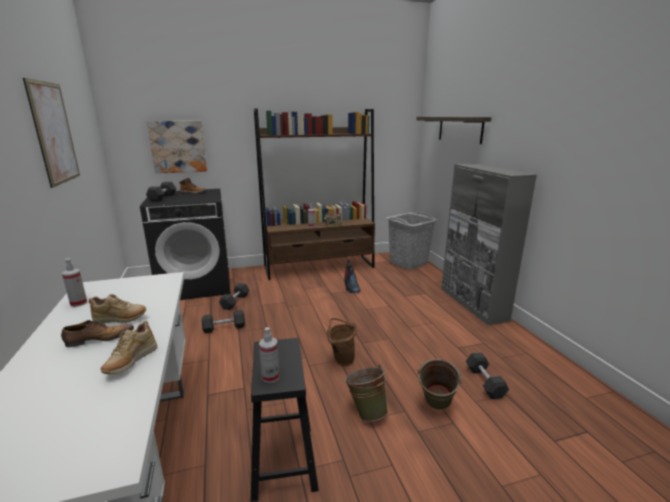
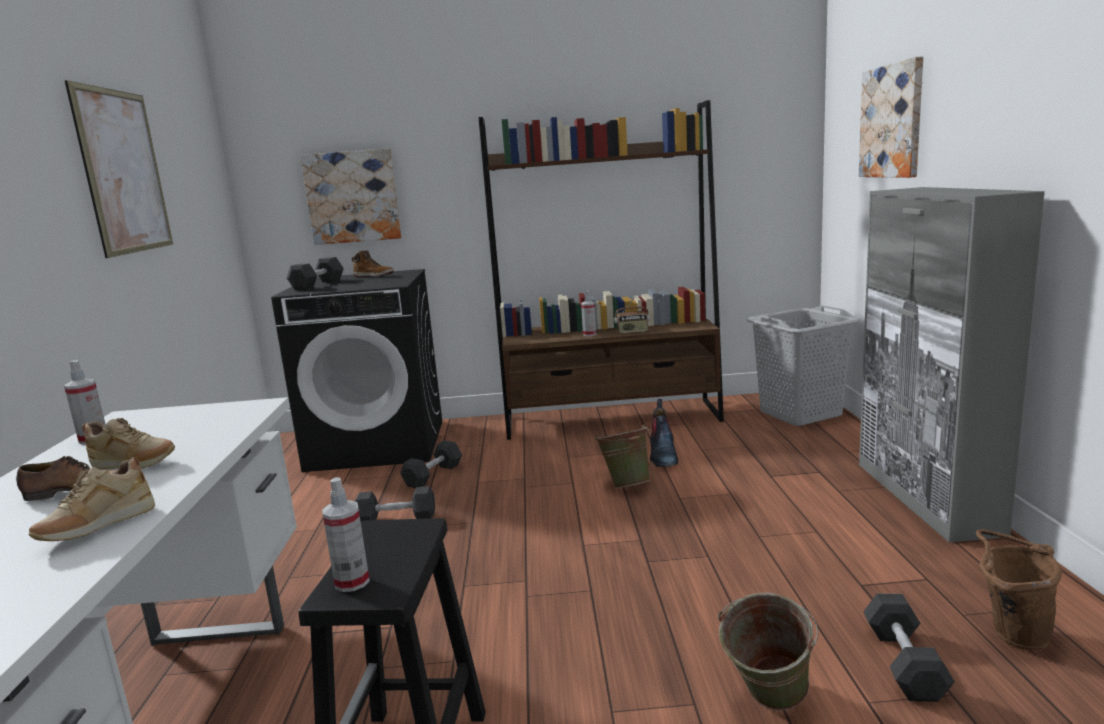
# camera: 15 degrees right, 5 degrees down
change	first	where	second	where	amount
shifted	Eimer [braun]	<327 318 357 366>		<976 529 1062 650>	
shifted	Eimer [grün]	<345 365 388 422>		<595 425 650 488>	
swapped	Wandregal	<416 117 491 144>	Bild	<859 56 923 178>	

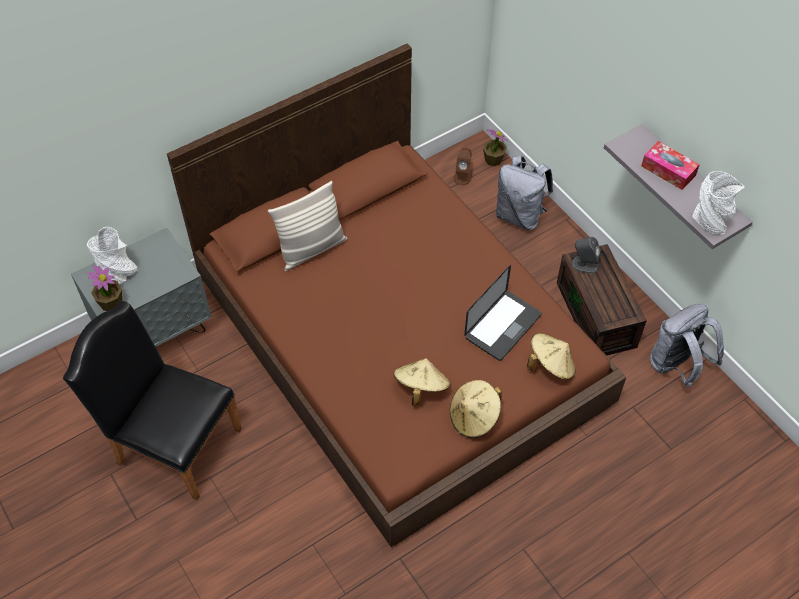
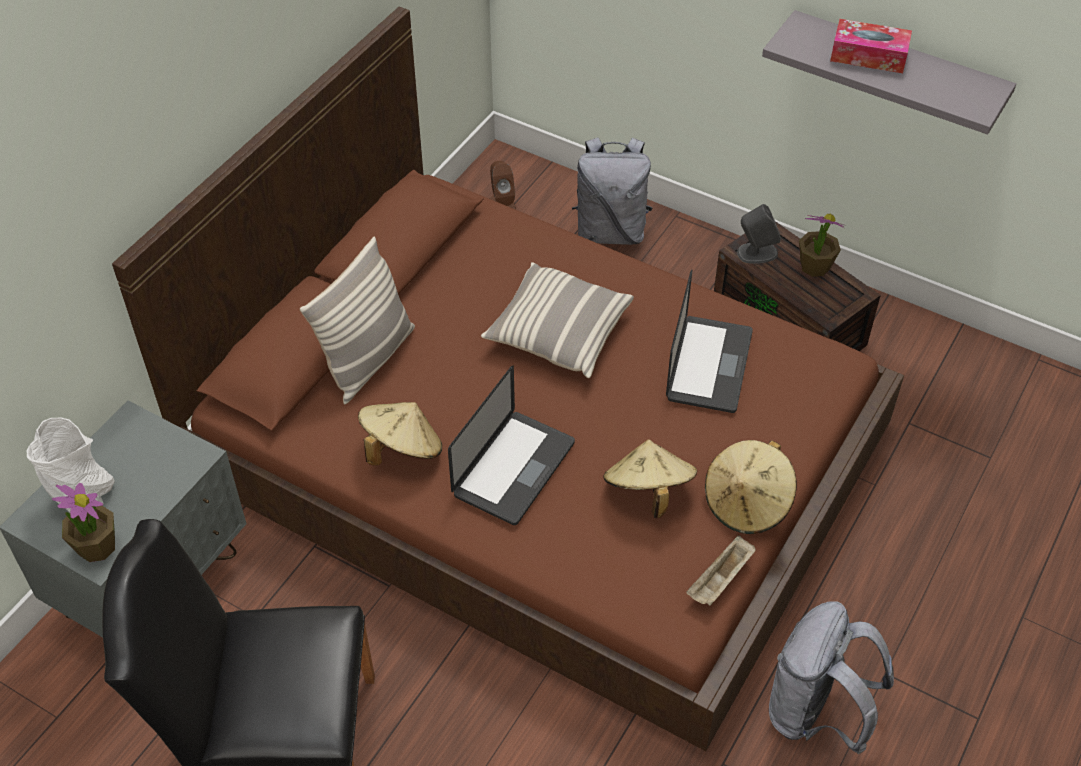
# camera: 25 degrees left, 5 degrees down
change	first	where	second	where	amount
gone	Vase [weiß]	<692 171 745 235>			
new			Laptop	<448 365 575 525>	
new			Kissen	<481 262 634 378>	
new			Tablett [beige]	<686 536 756 606>	
shifted	Topfpflanze	<483 129 507 167>		<799 214 846 277>	
shifted	Hut [beige]	<527 333 576 380>		<358 402 442 466>	
shifted	Rucksack [grau]	<650 304 724 387>		<769 601 894 754>	

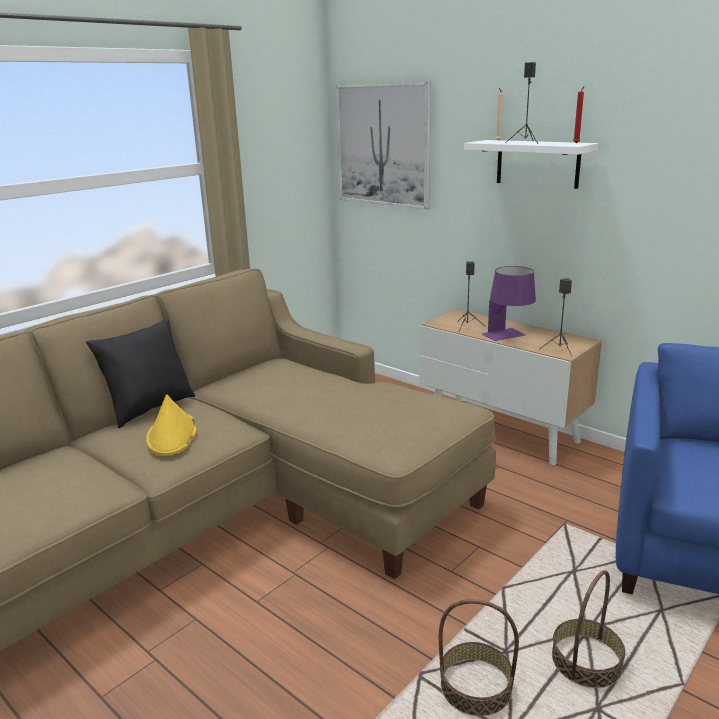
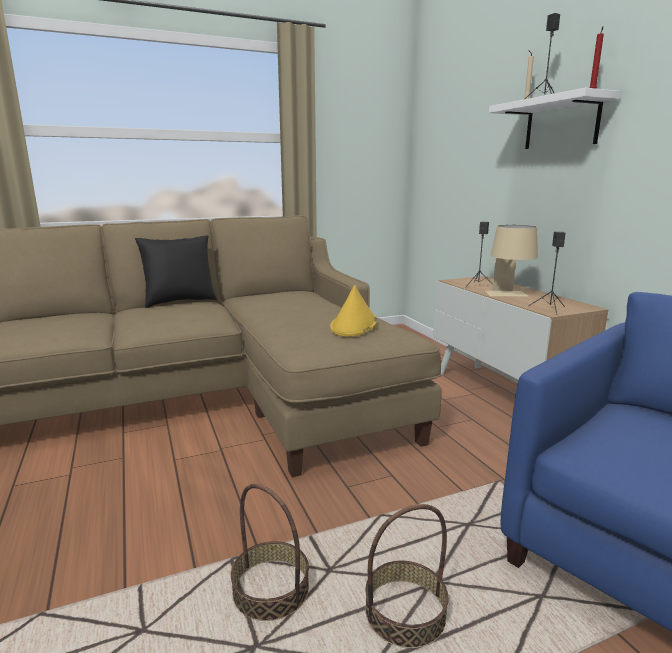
# camera: 25 degrees right, 5 degrees down
change	first	where	second	where	amount
gone	Bild	<336 82 431 209>			
shifted	Hut [gelb]	<146 394 197 456>		<330 285 377 337>	
repainted	Tischlampe [lila]	<481 266 536 341>	Tischlampe [beige]	<485 225 538 297>	

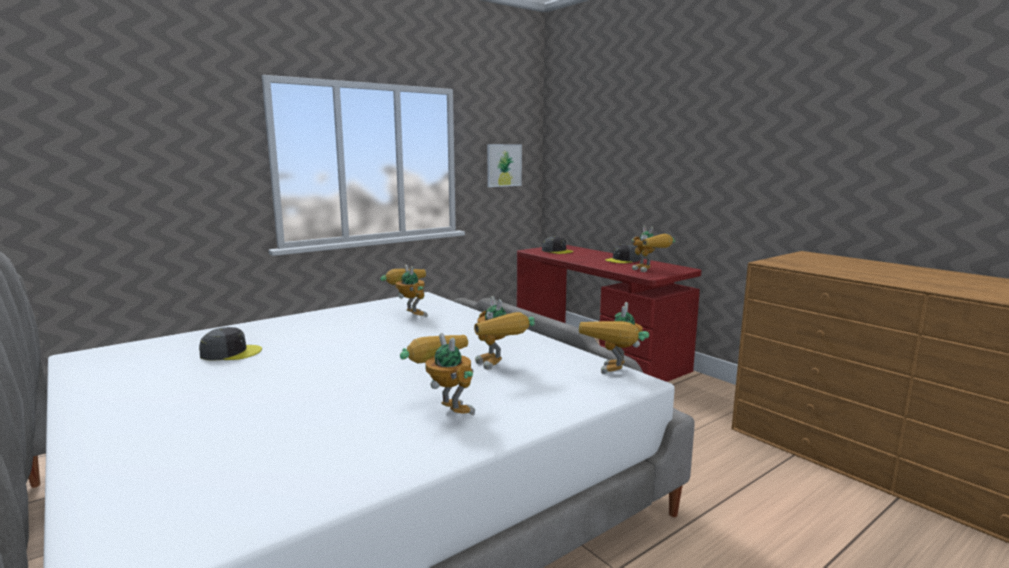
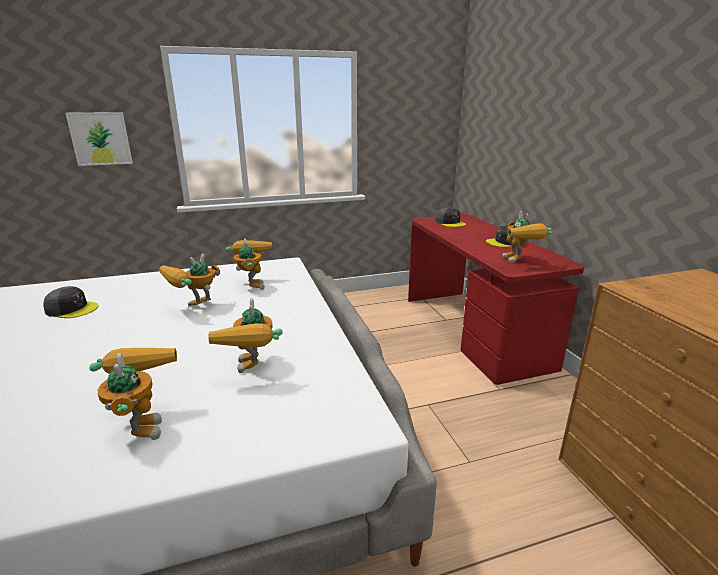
# camera: 20 degrees right, 10 degrees up
change	first	where	second	where	amount
shifted	Bild	<487 144 522 187>		<65 112 133 166>	
shifted	Spielzeugroboter	<579 302 649 374>		<159 254 220 307>	

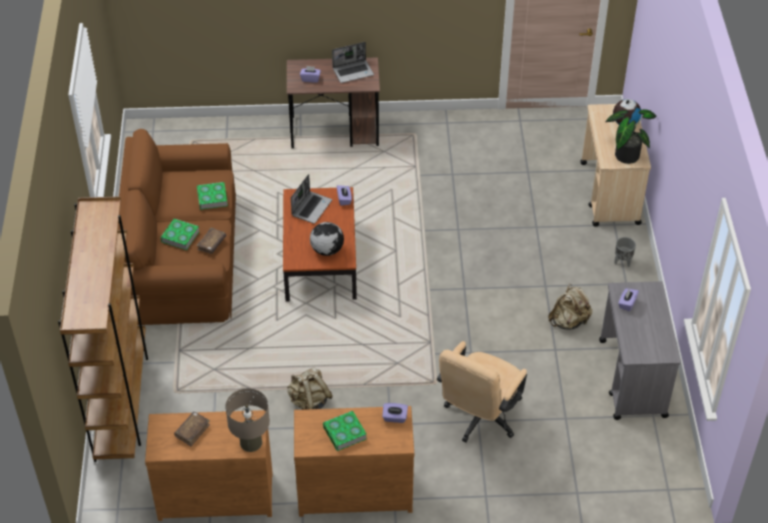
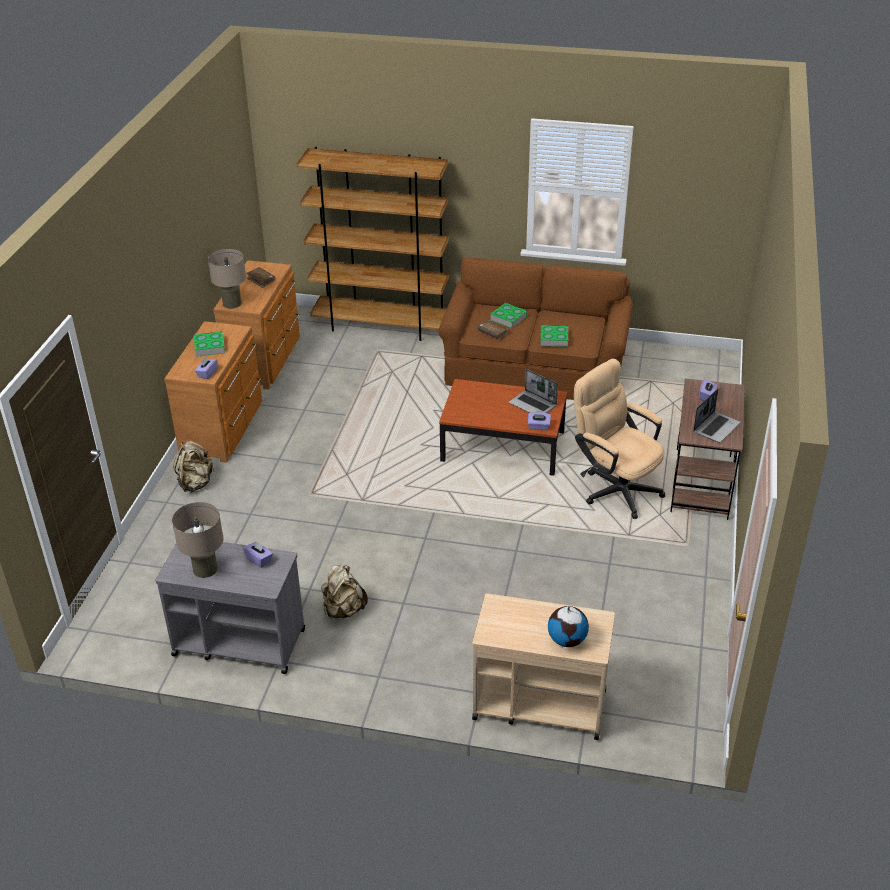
# camera: 105 degrees right, 10 degrees down
change	first	where	second	where	amount
gone	Globus	<310 222 344 256>			
gone	Topfpflanze	<605 109 656 164>			
gone	Pflanzkübel [grau]	<614 237 636 267>			
new			Tischlampe [beige]	<172 502 224 578>	
shifted	Rucksack [beige]	<287 367 333 410>		<173 441 214 493>	
shifted	Bürostuhl [beige]	<437 341 527 443>		<574 359 665 519>	
rotated	Laptop	<332 42 374 83>		<693 389 741 443>	135 degrees counterclockwise

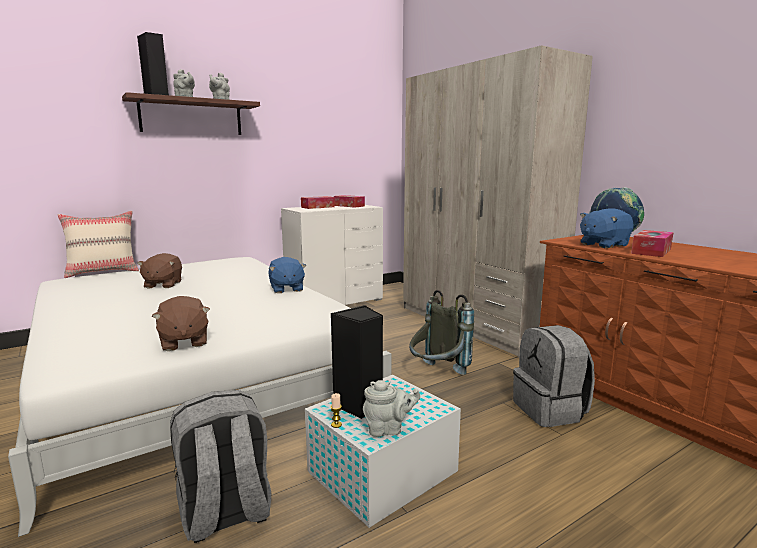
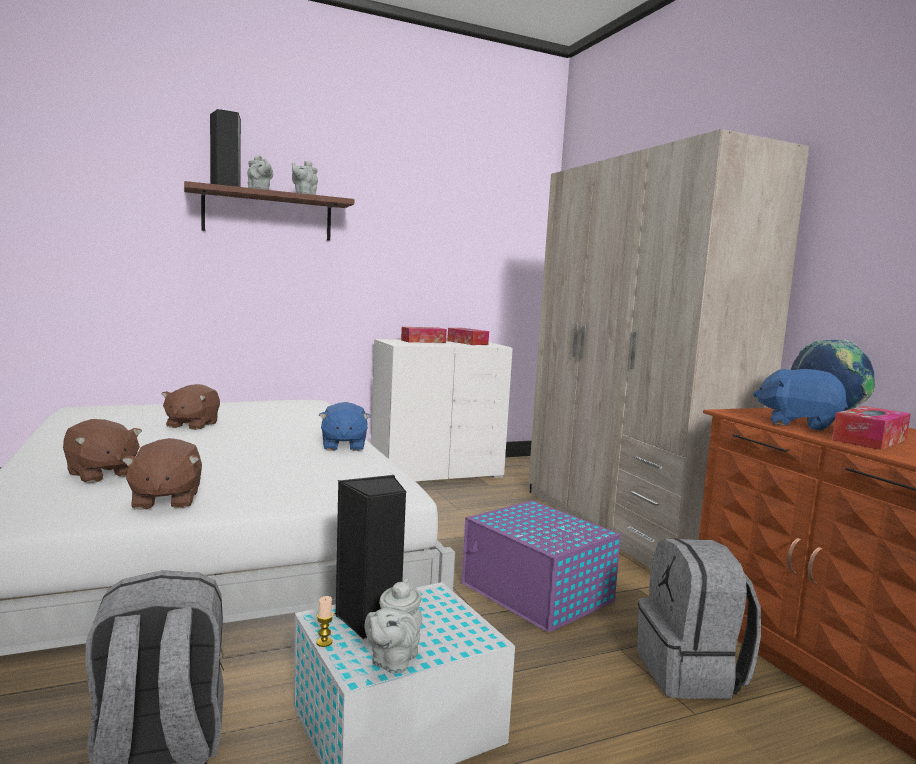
# camera: 10 degrees right, 5 degrees down
change	first	where	second	where	amount
gone	Kissen [beige]	<58 211 139 278>			
new			Plüschtier [braun]	<63 419 142 483>	
swapped	Rucksack [grau]	<409 290 474 375>	Aufbewahrungsbox [lila]	<462 500 621 632>	
rotated	Teekanne [grau]	<363 380 420 437>		<365 578 422 674>	105 degrees clockwise
rotated	Plüschtier [blau]	<580 208 634 248>		<753 369 848 430>	45 degrees clockwise

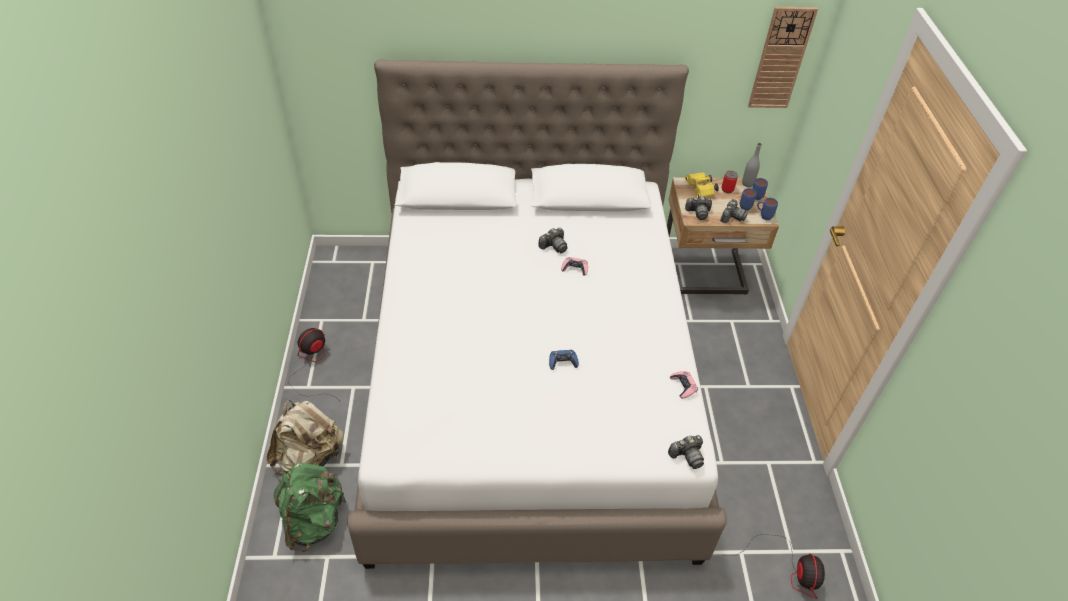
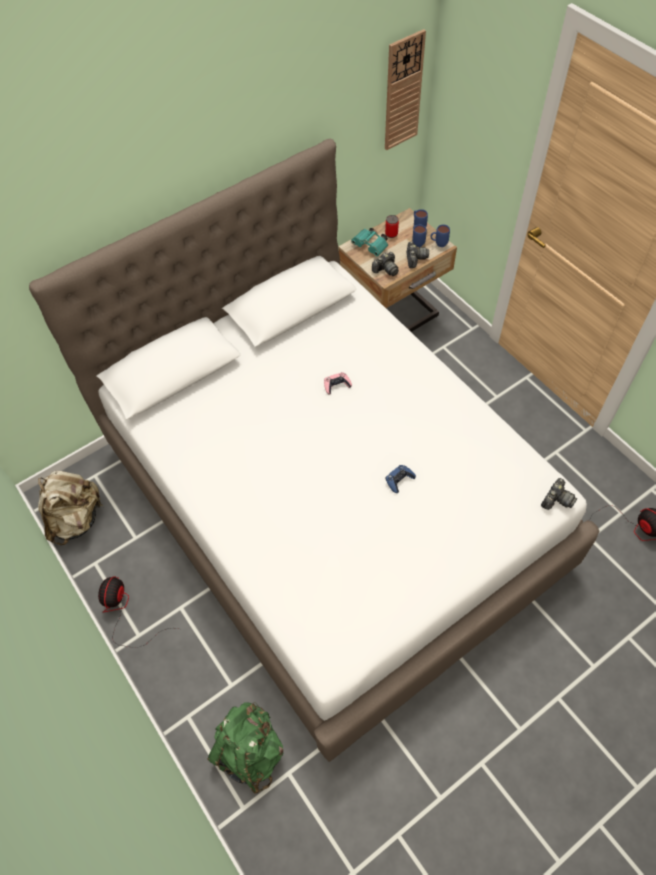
# camera: 30 degrees left, 10 degrees up
change	first	where	second	where	amount
gone	Kamera	<538 228 567 253>			
gone	Gamepad [rosa]	<670 371 698 399>			
gone	Flasche [grau]	<742 143 761 187>			
shifted	Rucksack [beige]	<267 400 344 475>		<38 471 104 545>	
repainted	Fernglas [gelb]	<685 172 719 198>	Fernglas [türkis]	<351 228 388 256>	

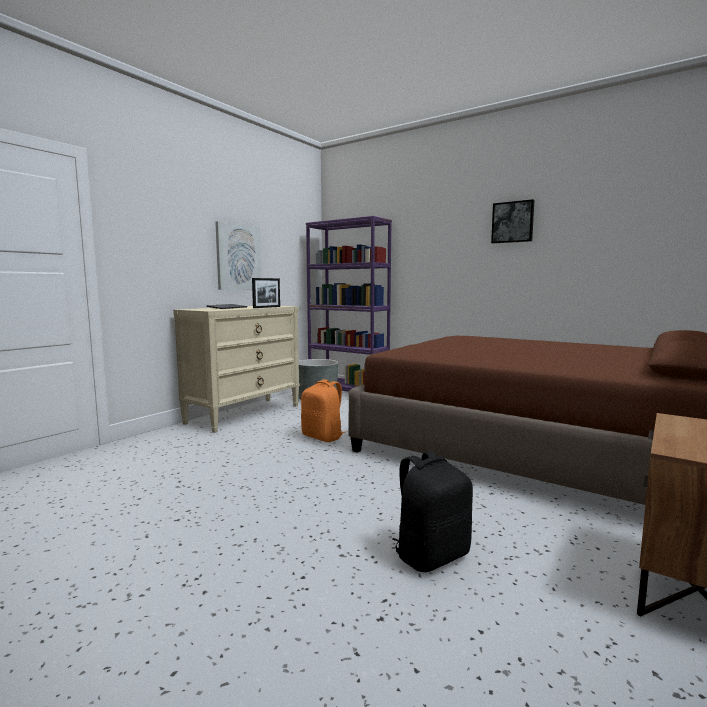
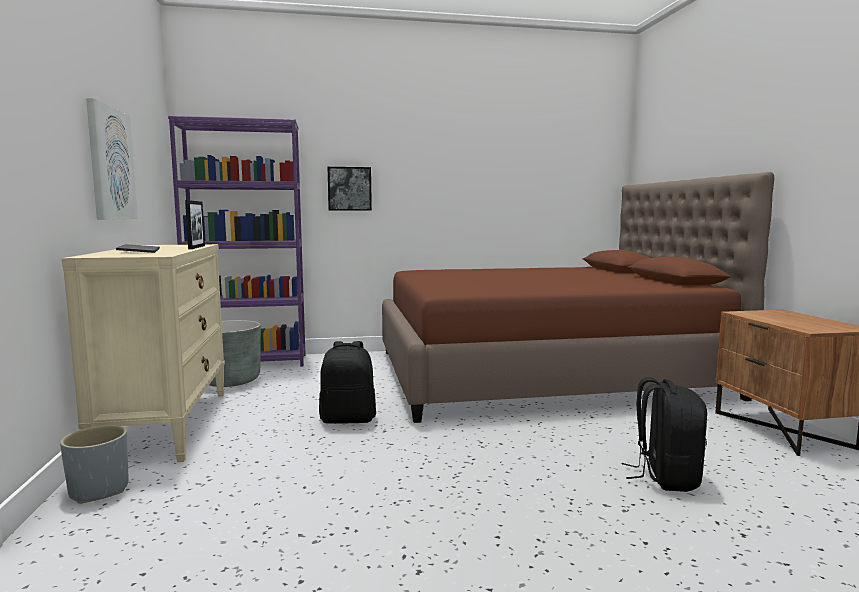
# camera: 45 degrees left, 0 degrees up
change	first	where	second	where	amount
new			Pflanzkübel [grau]	<60 425 129 504>	
shifted	Bild	<491 199 535 243>		<327 167 372 211>	
repainted	Rucksack [orange]	<301 379 344 442>	Rucksack [schwarz]	<319 341 376 424>	

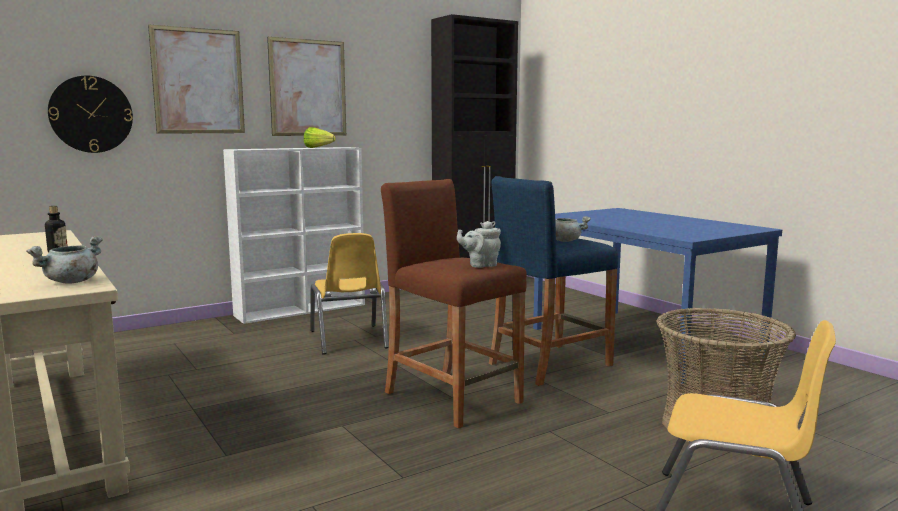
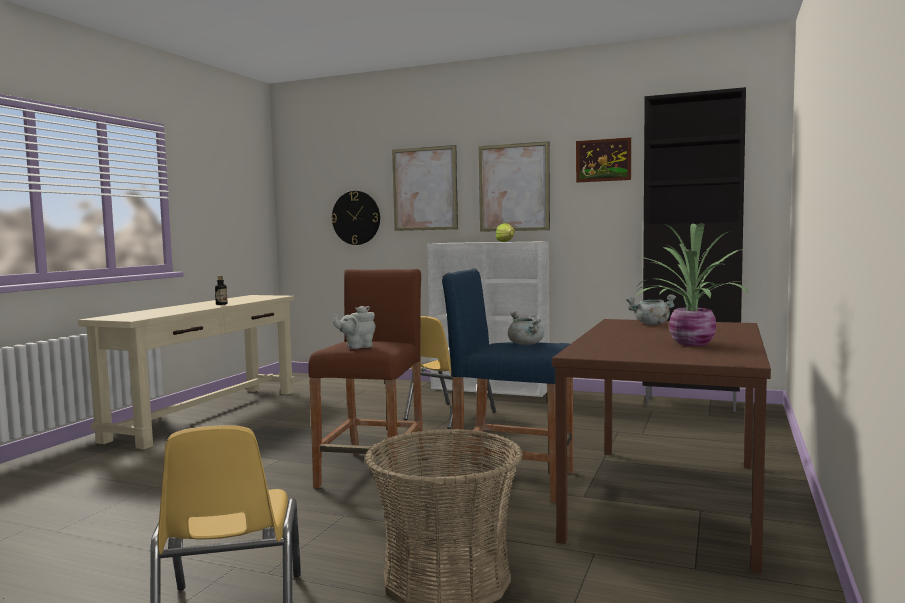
# camera: 55 degrees right, 5 degrees down
change	first	where	second	where	amount
new			Bild	<576 137 631 182>	
new			Topfpflanze	<636 223 764 346>	
shifted	Kochtopf [grau]	<26 236 103 284>		<626 294 676 325>	
repainted	Esstisch [blau]	<533 208 782 384>	Esstisch [braun]	<552 319 771 574>	
rotated	Teekanne [grau]	<457 221 501 268>		<333 306 376 349>	60 degrees counterclockwise

